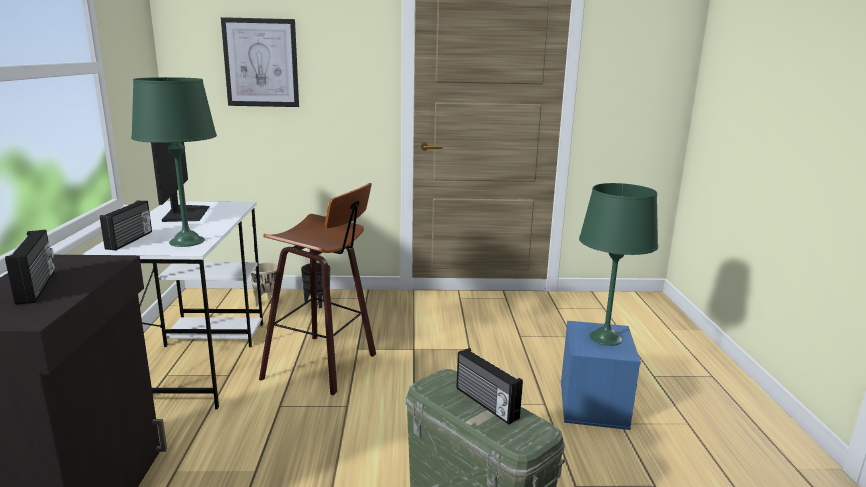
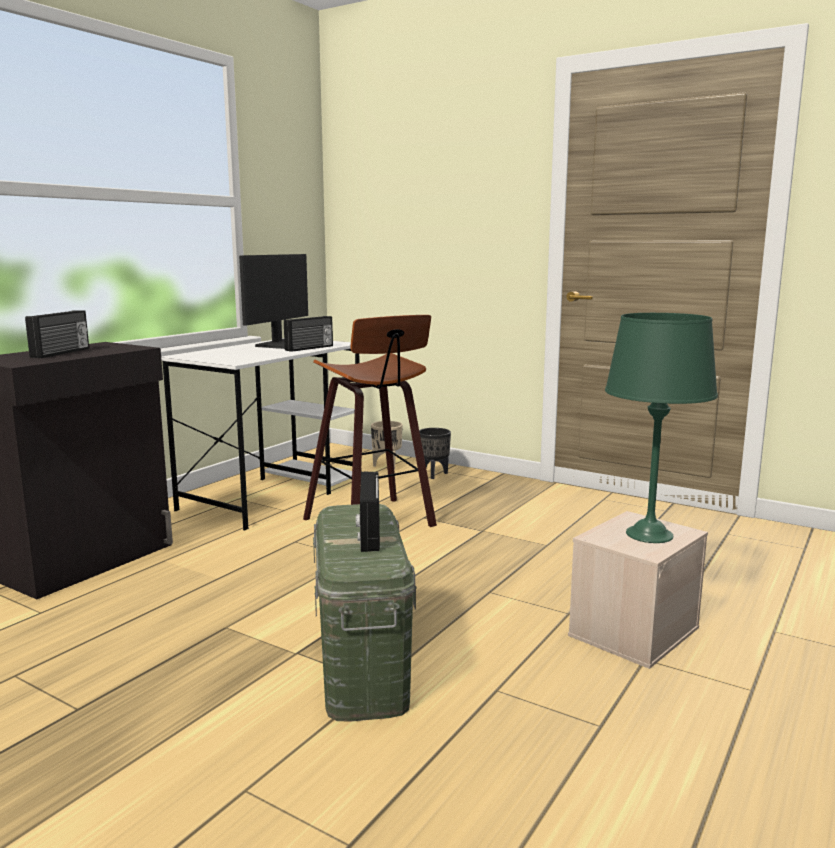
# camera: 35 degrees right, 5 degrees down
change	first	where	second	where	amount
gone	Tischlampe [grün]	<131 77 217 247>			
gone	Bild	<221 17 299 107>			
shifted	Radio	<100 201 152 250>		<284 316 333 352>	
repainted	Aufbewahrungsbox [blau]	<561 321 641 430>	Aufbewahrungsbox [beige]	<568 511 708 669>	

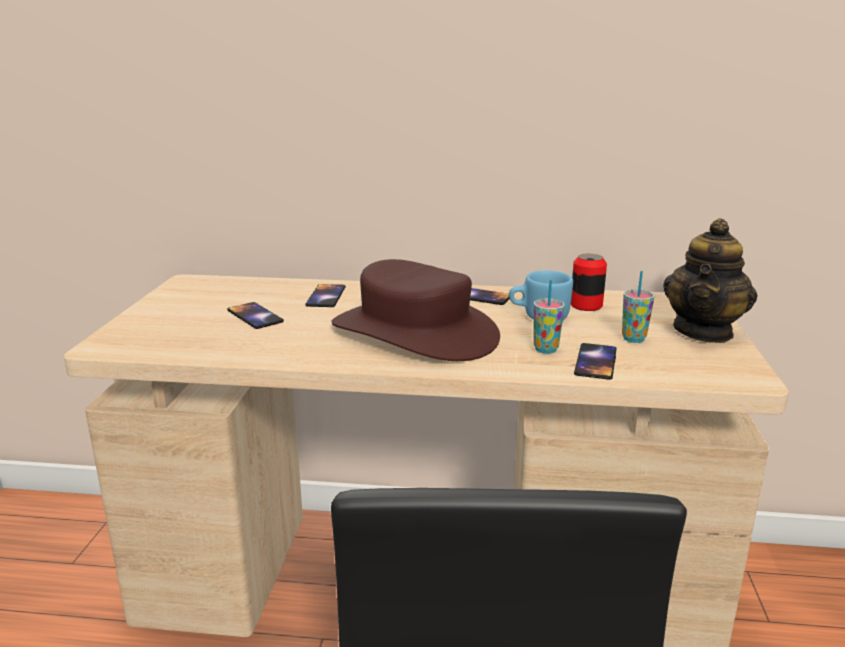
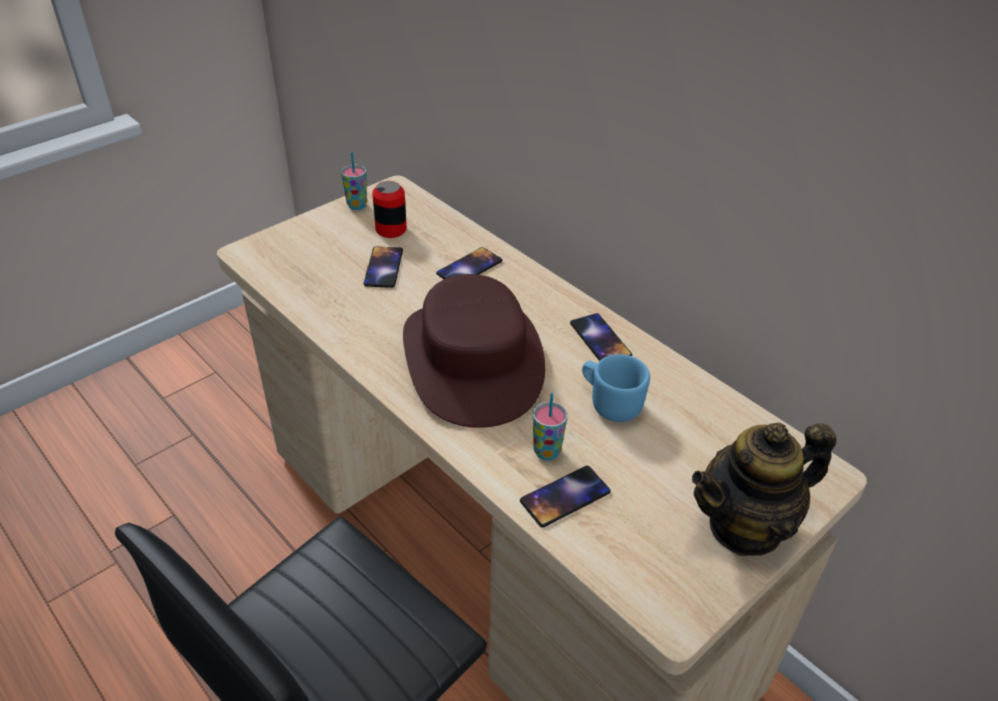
# camera: 40 degrees right, 20 degrees up
change	first	where	second	where	amount
shifted	Dose	<571 254 607 311>		<372 181 407 238>	
shifted	Tasse	<622 271 654 343>		<341 152 367 210>	

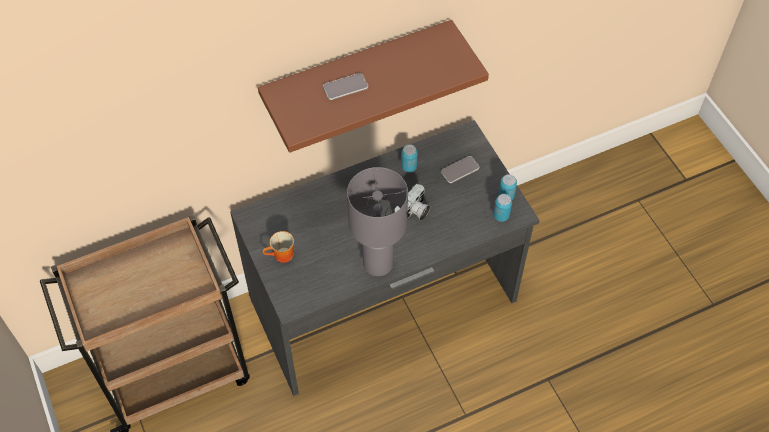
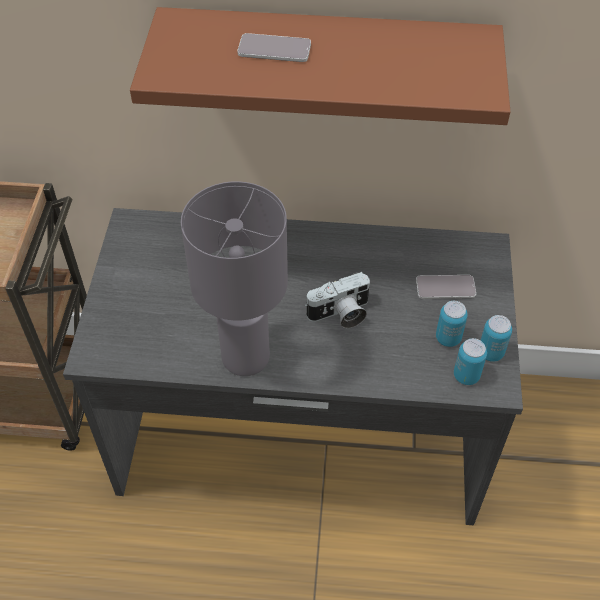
# camera: 30 degrees right, 5 degrees down
change	first	where	second	where	amount
gone	Henkelbecher	<262 231 294 263>			
shifted	Dose	<401 145 418 172>		<436 301 468 347>	

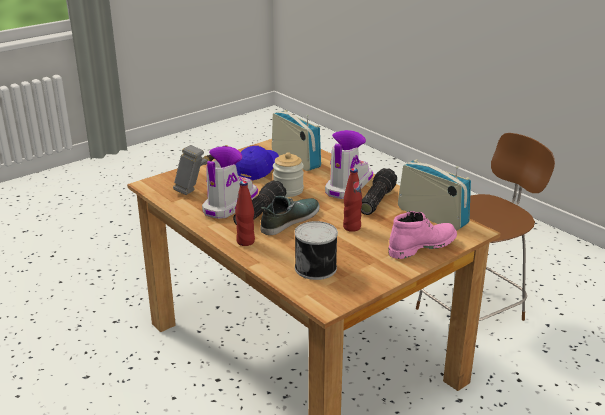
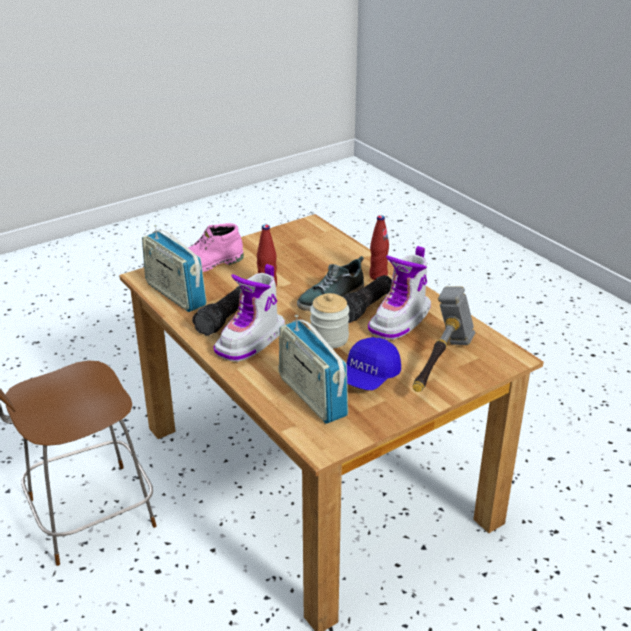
# camera: 175 degrees left, 5 degrees up
change	first	where	second	where	amount
gone	Dose	<295 221 338 280>			

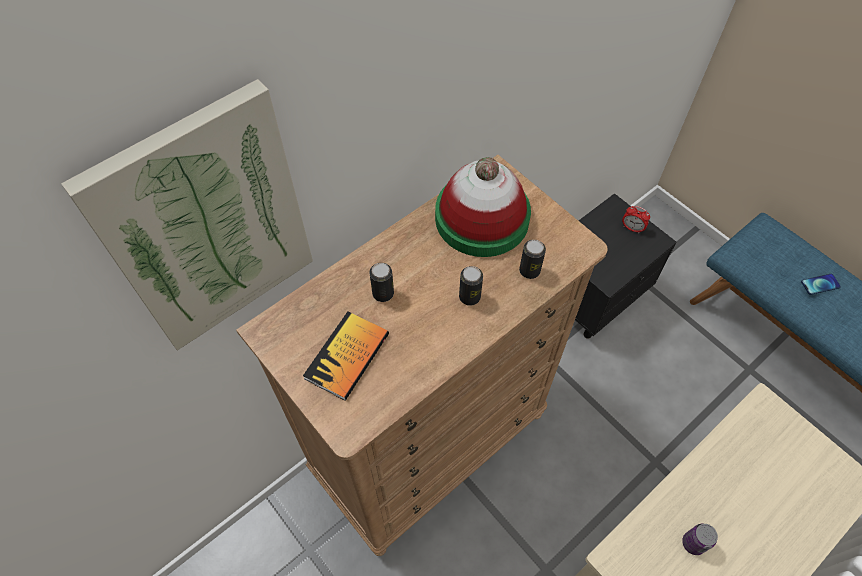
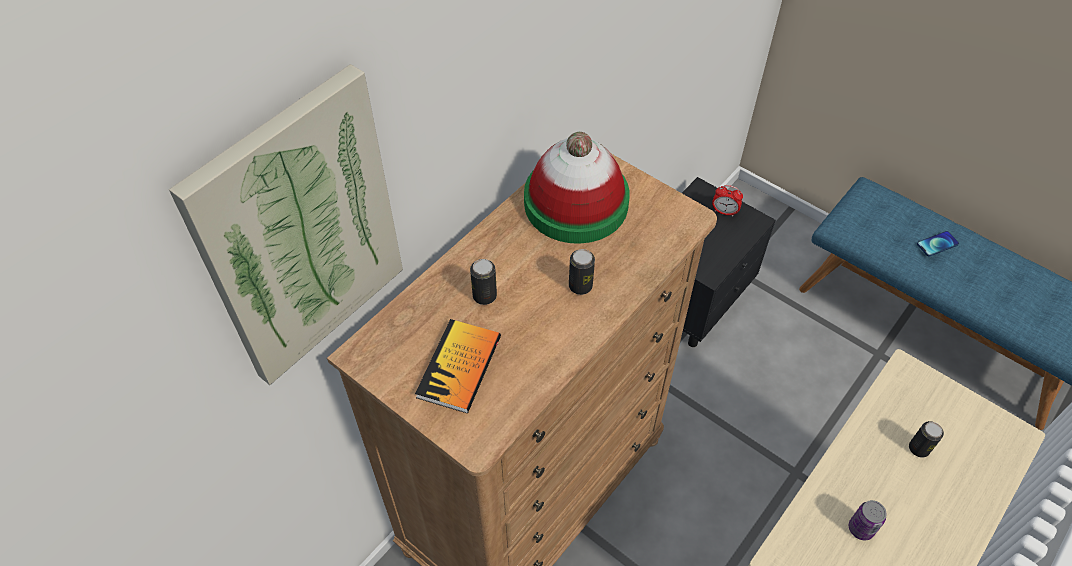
# camera: 10 degrees left, 5 degrees down
change	first	where	second	where	amount
shifted	Dose	<519 240 546 279>		<909 421 944 458>	

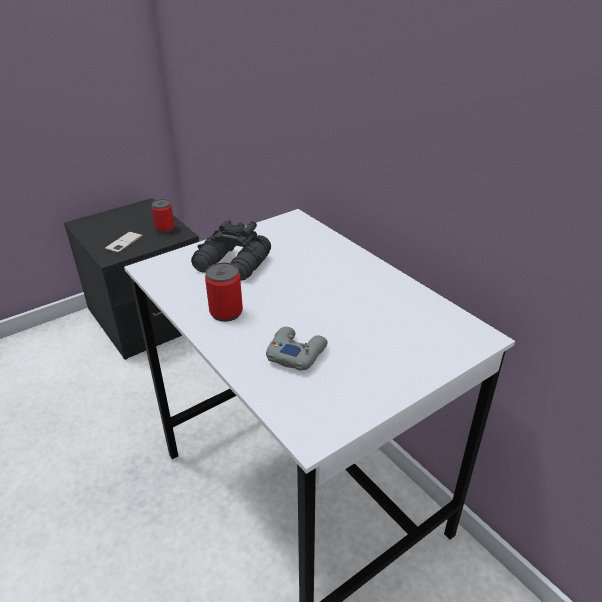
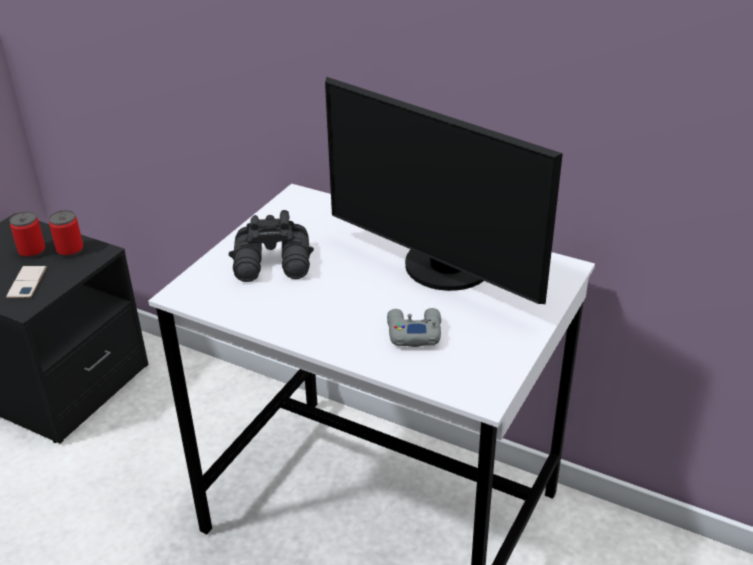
# camera: 25 degrees left, 0 degrees up
change	first	where	second	where	amount
new			Monitor	<325 77 563 304>	
shifted	Dose	<205 262 243 322>		<10 211 45 258>	

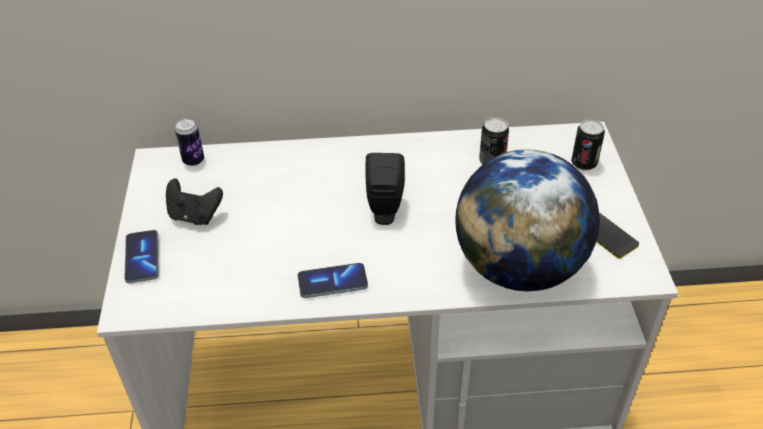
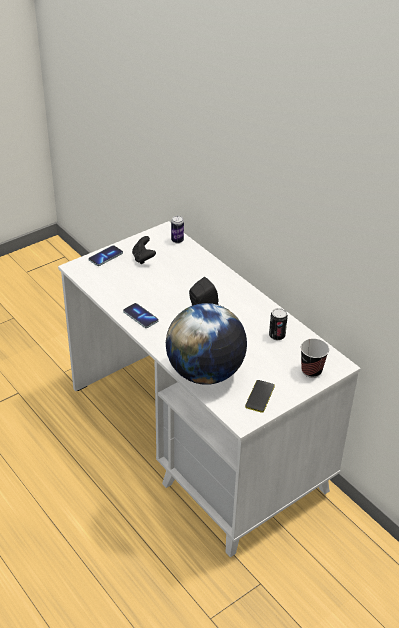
# camera: 55 degrees right, 5 degrees down
change	first	where	second	where	amount
swapped	Dose	<571 119 605 171>	Tasse	<301 339 329 378>	

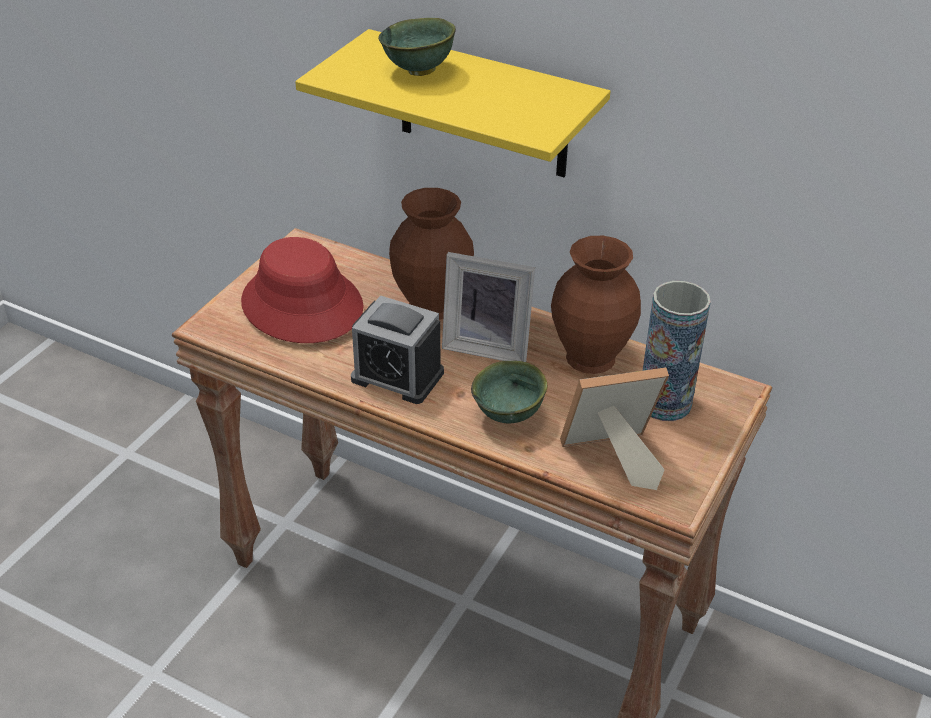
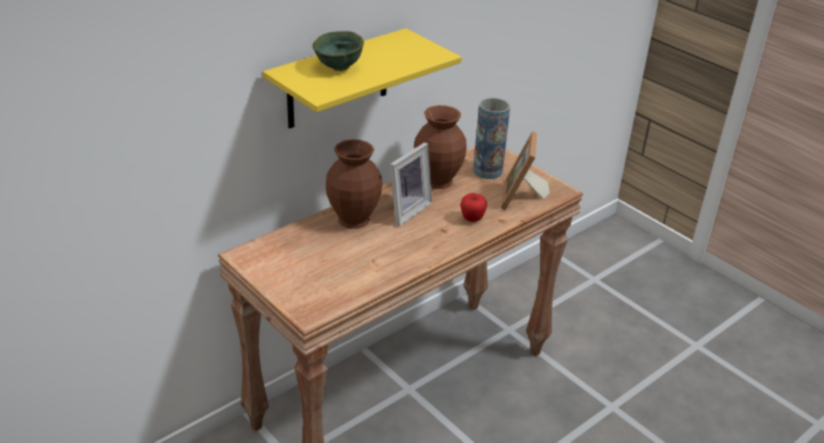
# camera: 70 degrees left, 5 degrees down
change	first	where	second	where	amount
gone	Hut [rot]	<241 237 363 343>			
gone	Wecker	<351 295 444 404>			
swapped	Schüssel [grün]	<471 361 547 423>	Apfel	<460 193 487 222>	

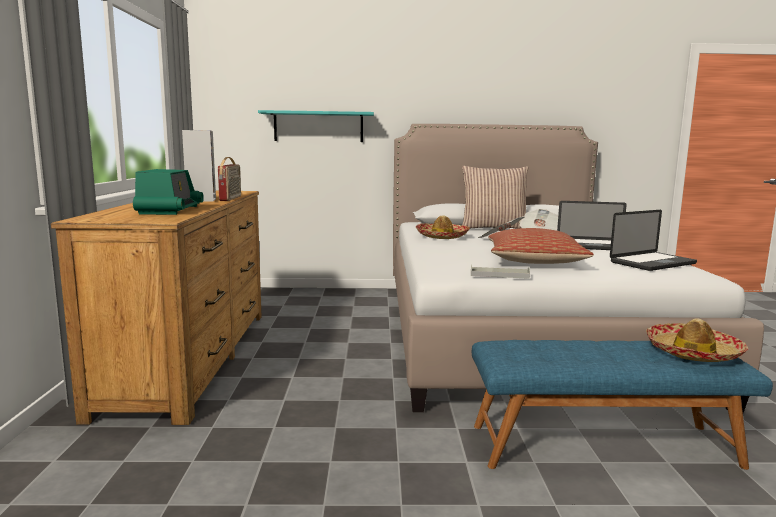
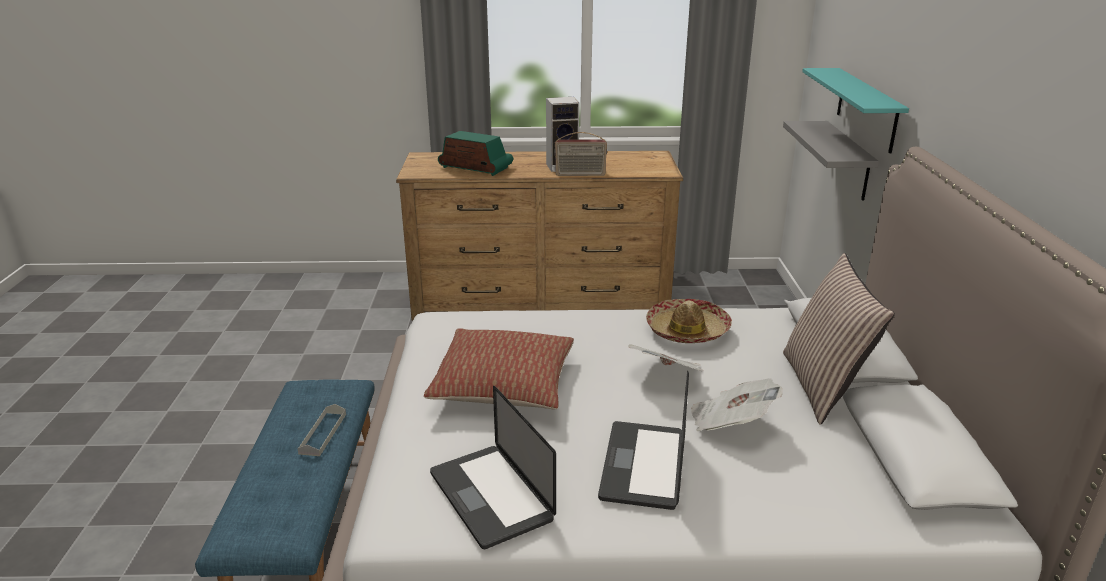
# camera: 90 degrees right, 15 degrees up
change	first	where	second	where	amount
gone	Hut	<646 318 748 362>			
new			Wandregal [grau]	<783 121 879 200>	
shifted	Tablett [grau]	<471 264 530 279>		<297 404 346 456>	
rotated	Radio	<133 169 204 215>		<438 131 513 176>	150 degrees counterclockwise

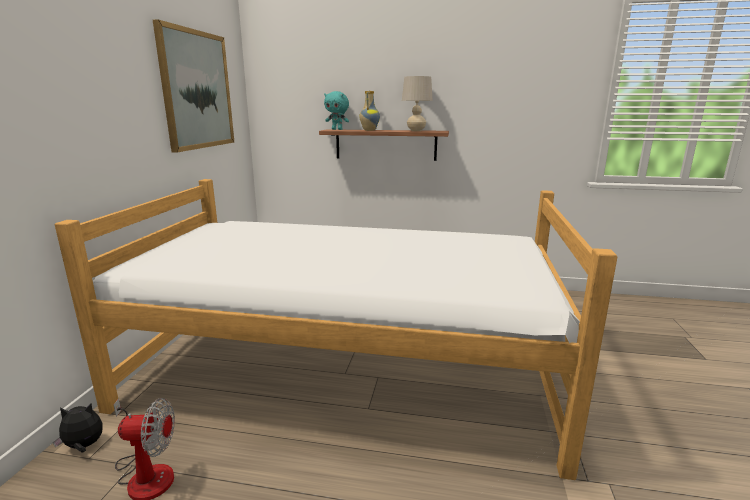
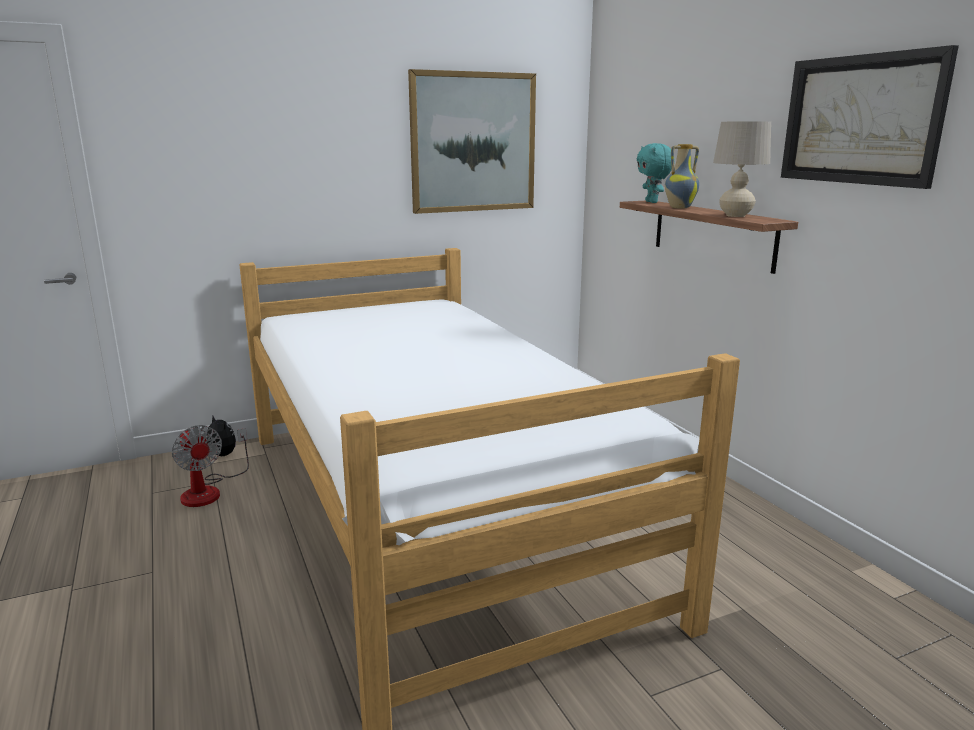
# camera: 55 degrees right, 0 degrees up
change	first	where	second	where	amount
new			Bild	<781 45 959 189>	

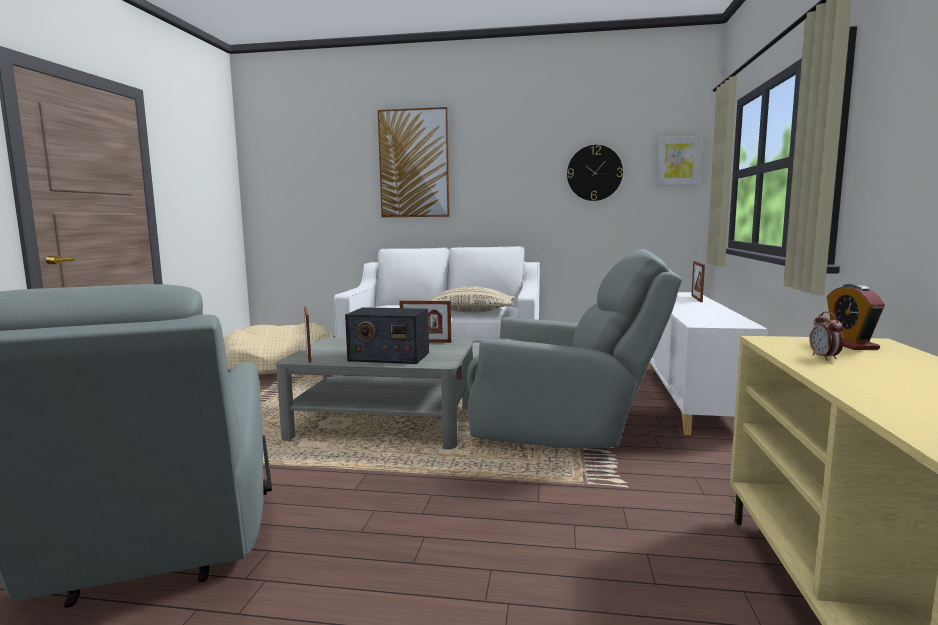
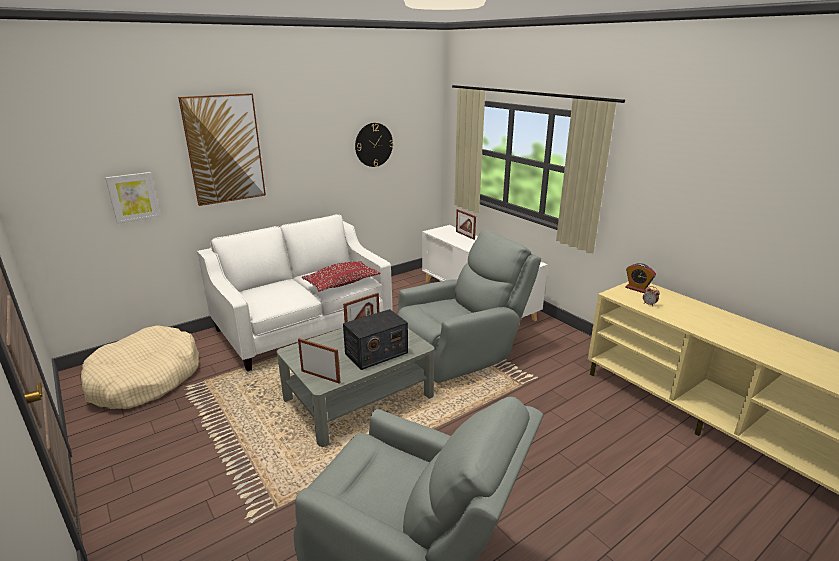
# camera: 45 degrees left, 15 degrees up
change	first	where	second	where	amount
shifted	Bild	<656 136 702 185>		<105 172 161 224>	
repainted	Kissen [beige]	<429 286 515 312>	Kissen [rot]	<302 261 381 292>	

